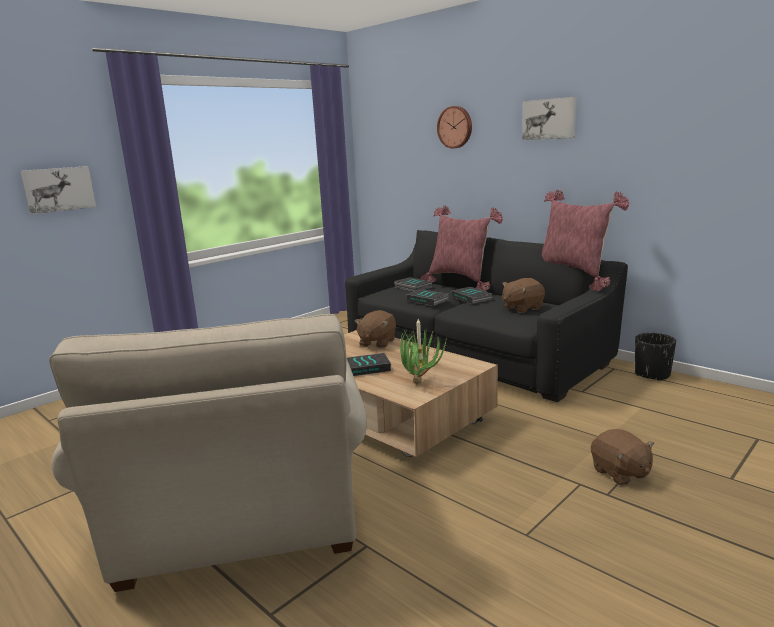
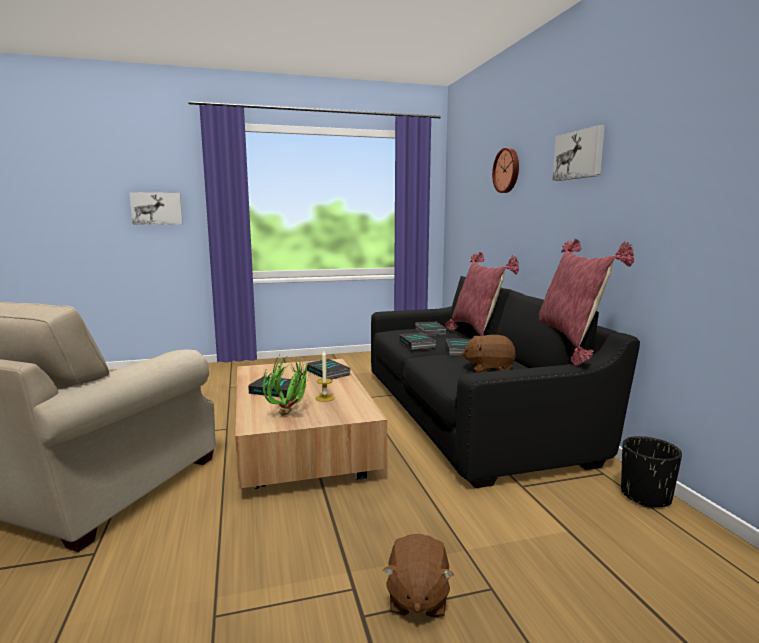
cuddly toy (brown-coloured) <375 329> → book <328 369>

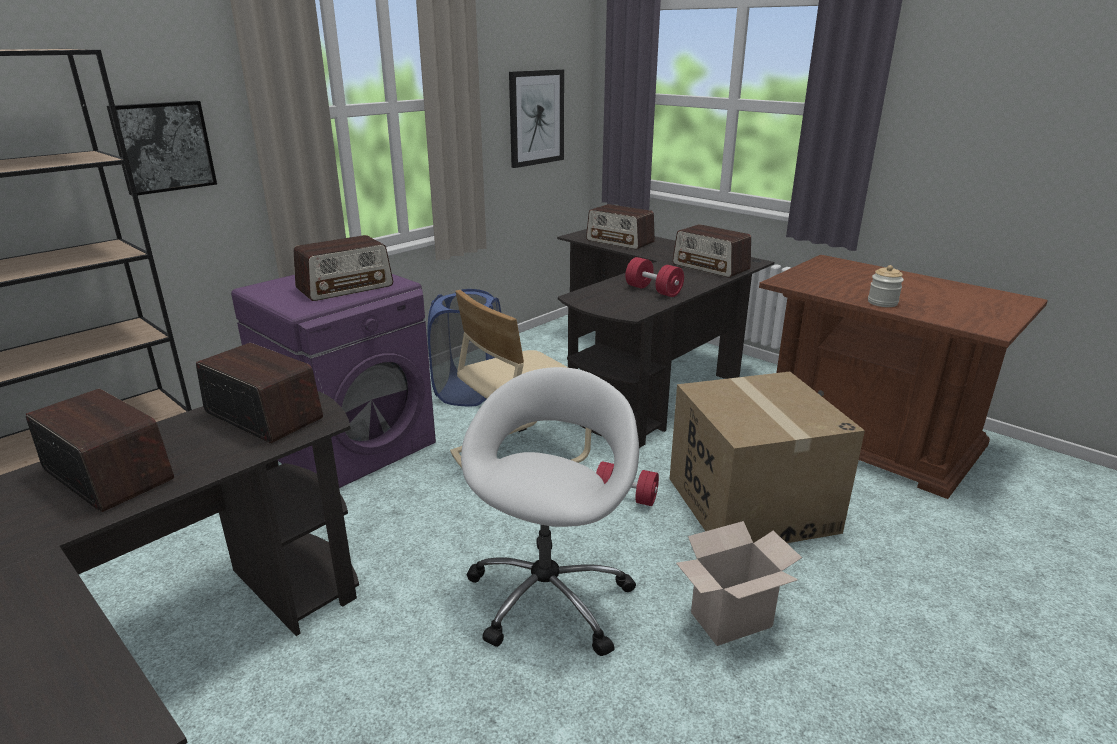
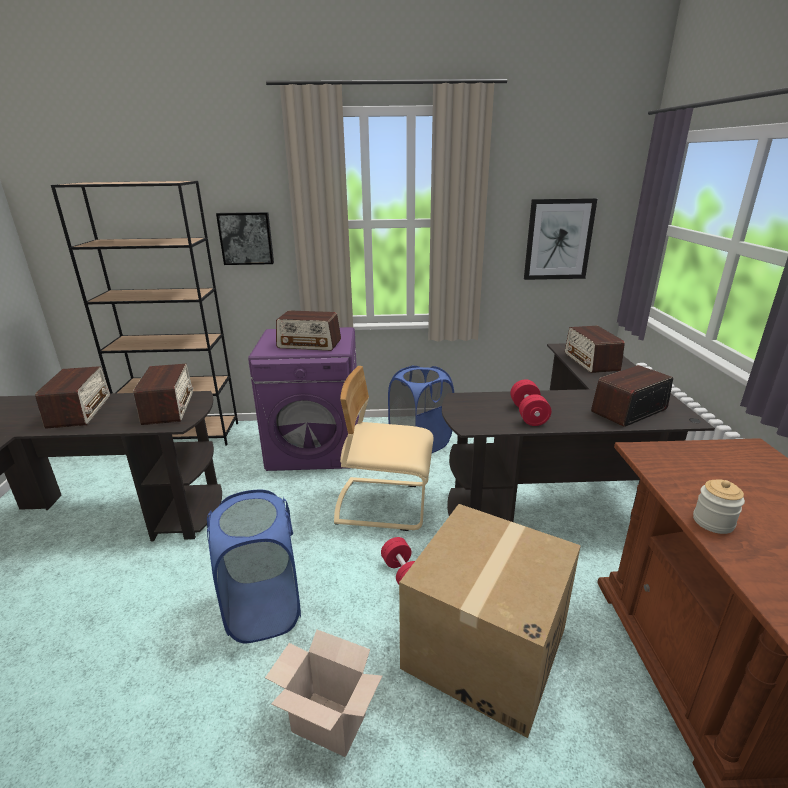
computer chair (white-coloured) <550 511> → laundry basket (blue) <254 566>
radio receiver <711 251> → radio receiver <632 396>, 60 degrees clockwise

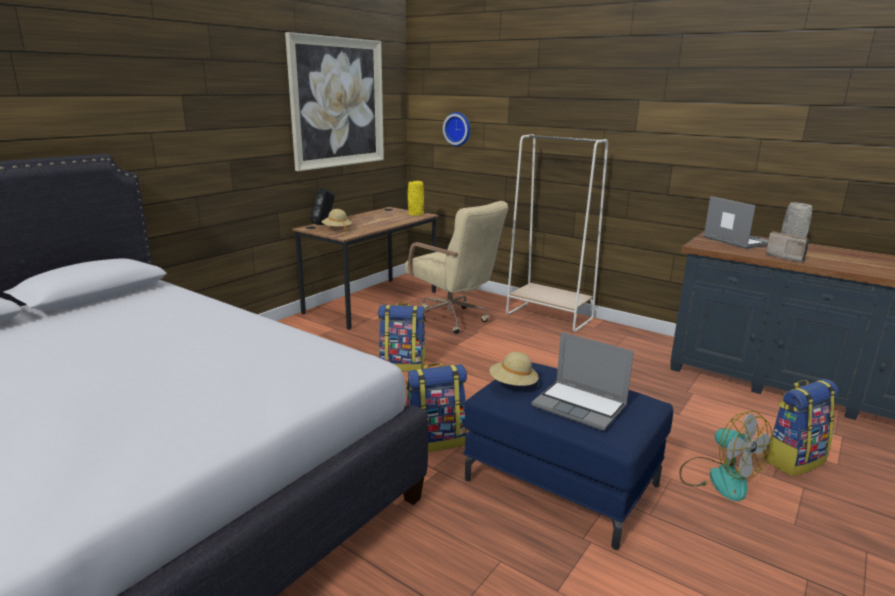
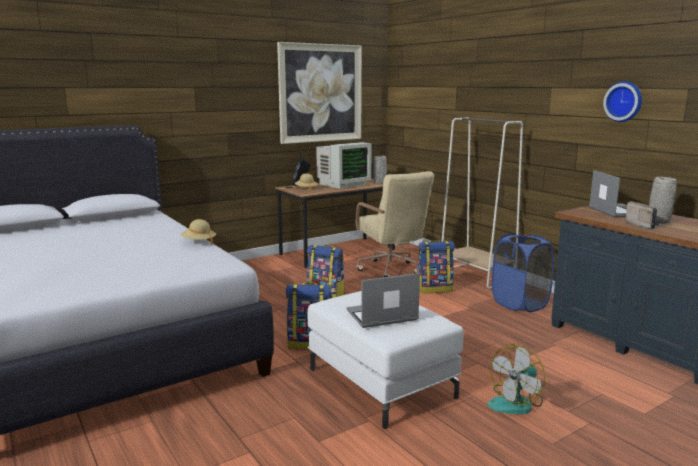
decorative vase (yellow) <416 198> → decorative vase (grey) <380 170>
clock on the wall <456 129> → clock on the wall <622 101>, moved
footrest (blue) <568 456> → footrest (white-coloured) <385 360>
hat (beige-coloured) <514 369> → hat (beige-coloured) <198 232>, moved
notebook computer <583 381> → notebook computer <383 300>, 105 degrees clockwise
fan <726 456> → fan <516 378>, 60 degrees clockwise
rucksack <801 427> → rucksack <436 266>, moved
- → computer screen <344 165>
- → laundry basket (blue) <523 273>

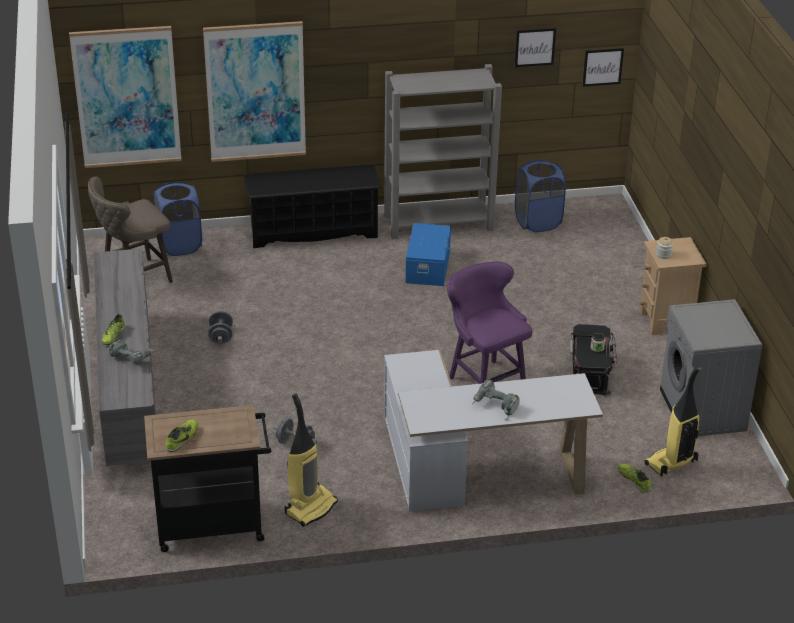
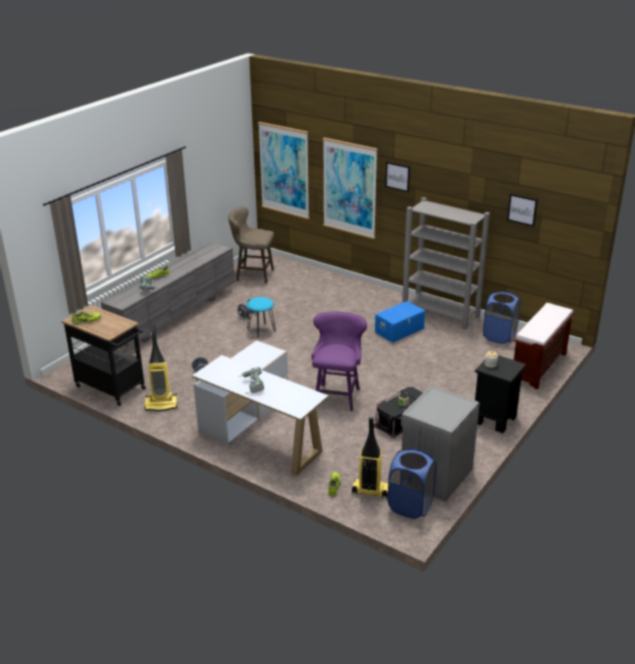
laundry basket (blue) <177 218> → laundry basket (blue) <412 483>, moved
shoe shelf (black-coloured) <312 206> → -
wall art <603 67> → wall art <397 177>, moved
nightstand (beige-coloured) <673 286> → nightstand (black-coloured) <500 394>
- → sitting stool (turquoise) <261 317>
- → long seat (brown-coloured) <544 346>

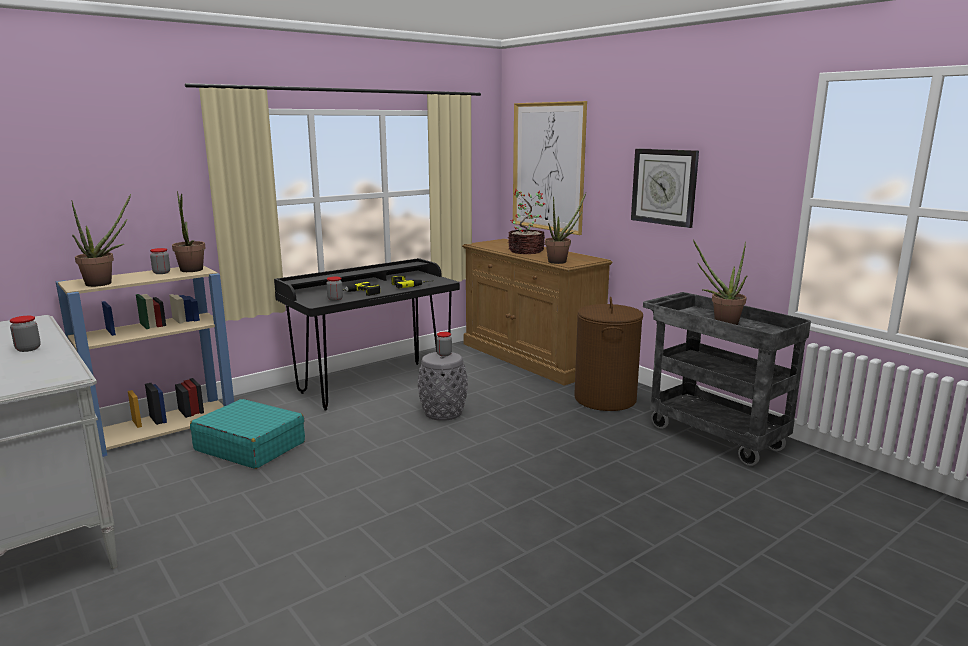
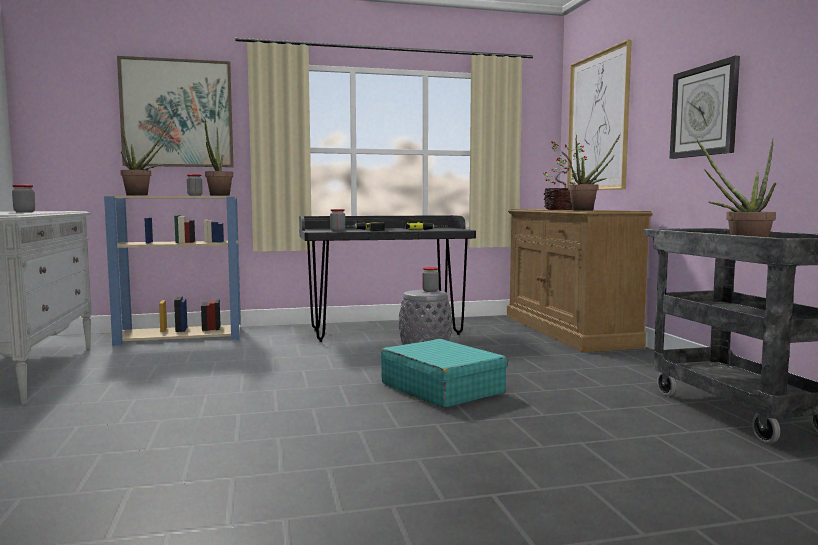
suitcase (turquoise) <247 434> → suitcase (turquoise) <444 373>, moved
laundry basket (brown-coloured) <608 354> → -
- → wall art <175 111>

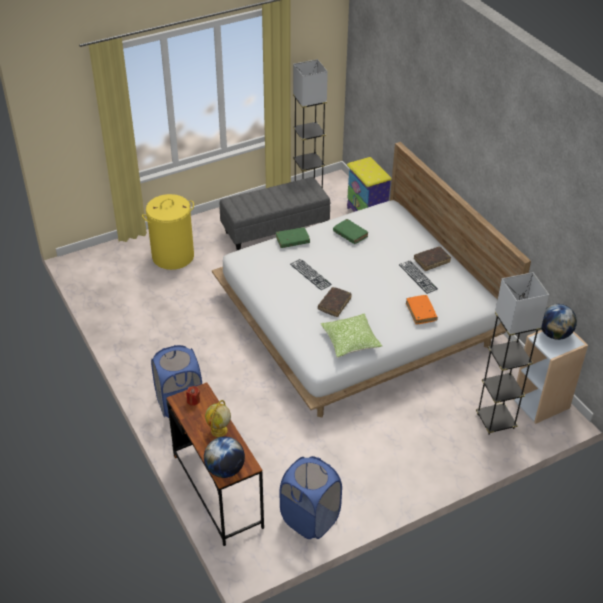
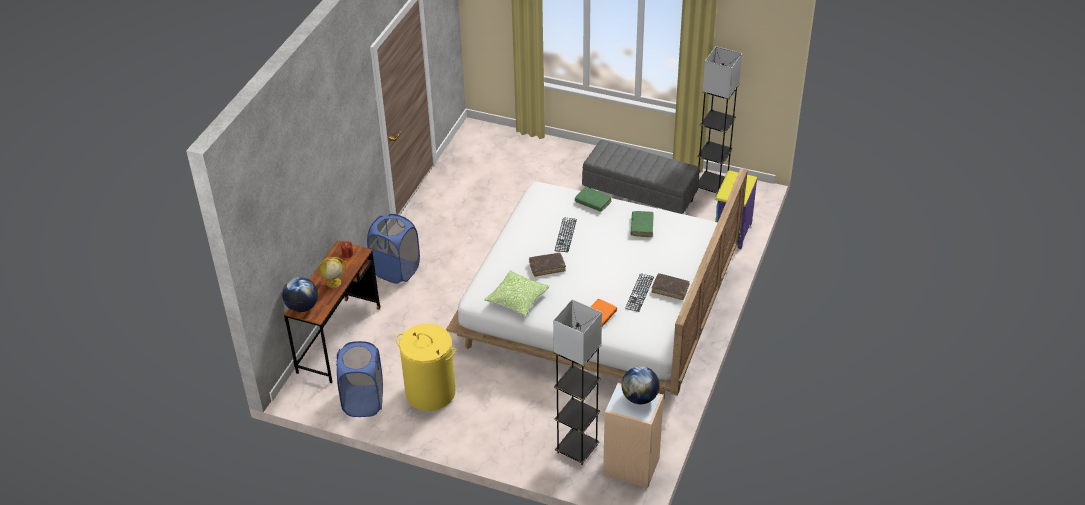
laundry basket (yellow) <168 232> → laundry basket (yellow) <426 367>, moved

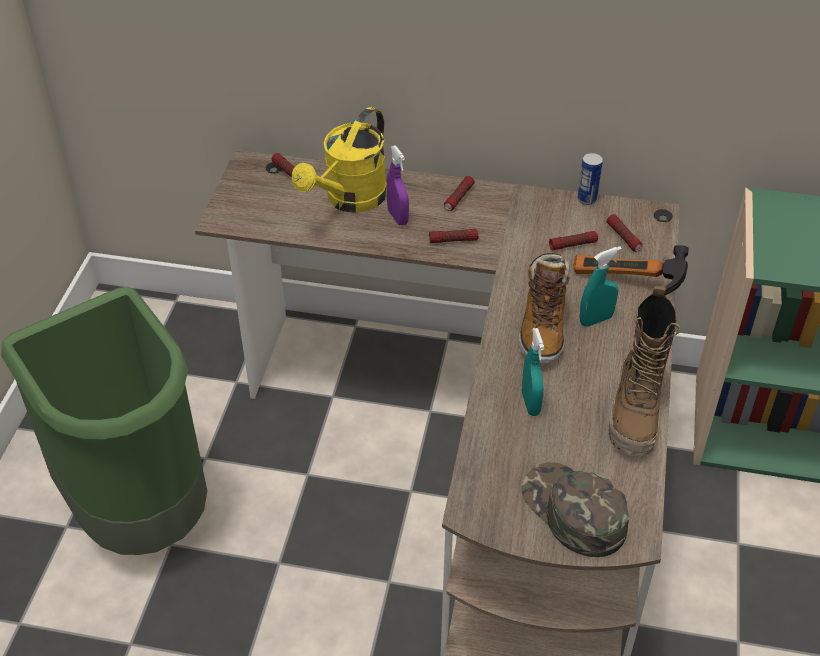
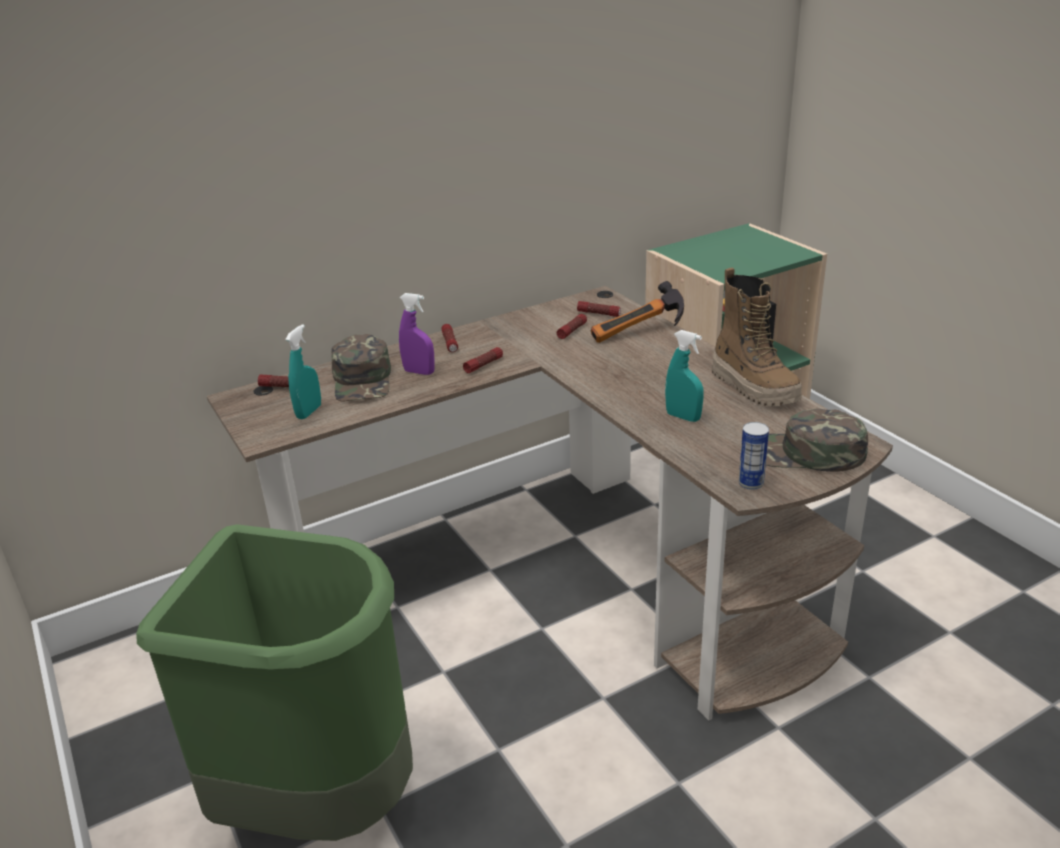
watering pot (yellow) <339 160> → peaked cap (green-coloured) <361 368>
high-top boot <544 308> → -
metal can <590 179> → metal can <754 456>, moved
spray bottle (turquoise) <600 286> → spray bottle (turquoise) <303 371>, moved

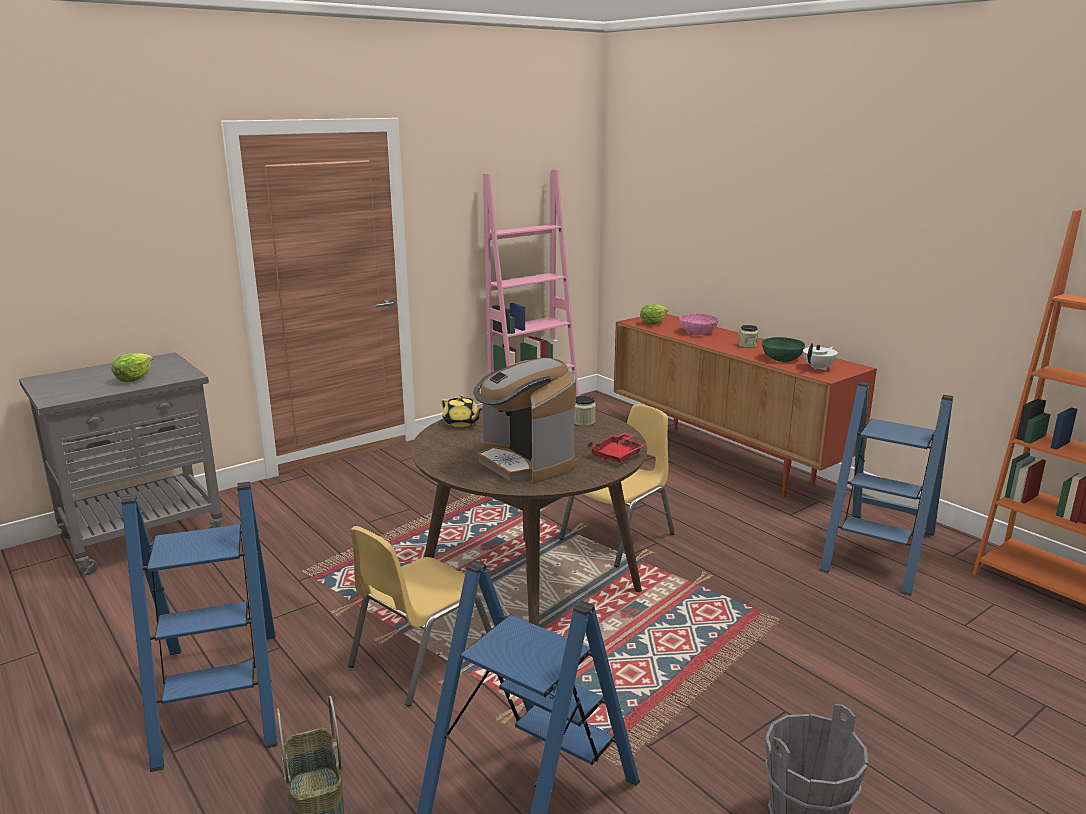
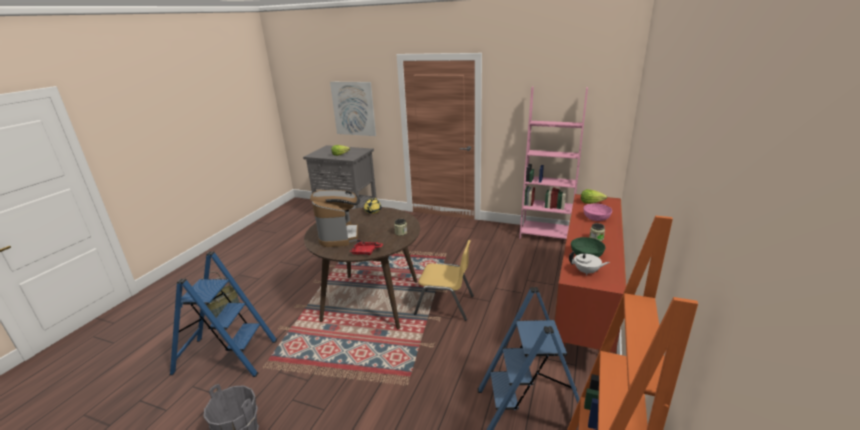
stepladder (blue) <199 627> → -
plain chair (yellow) <420 616> → -
coffee maker <524 420> → coffee maker <335 218>, 150 degrees clockwise
- → wall art <353 109>

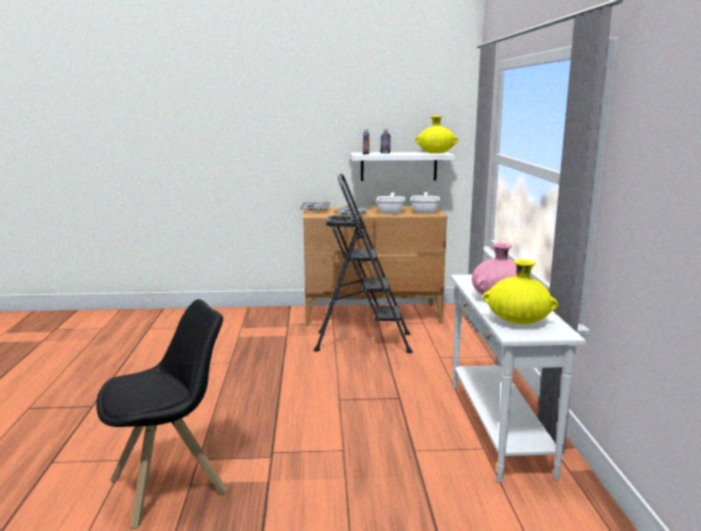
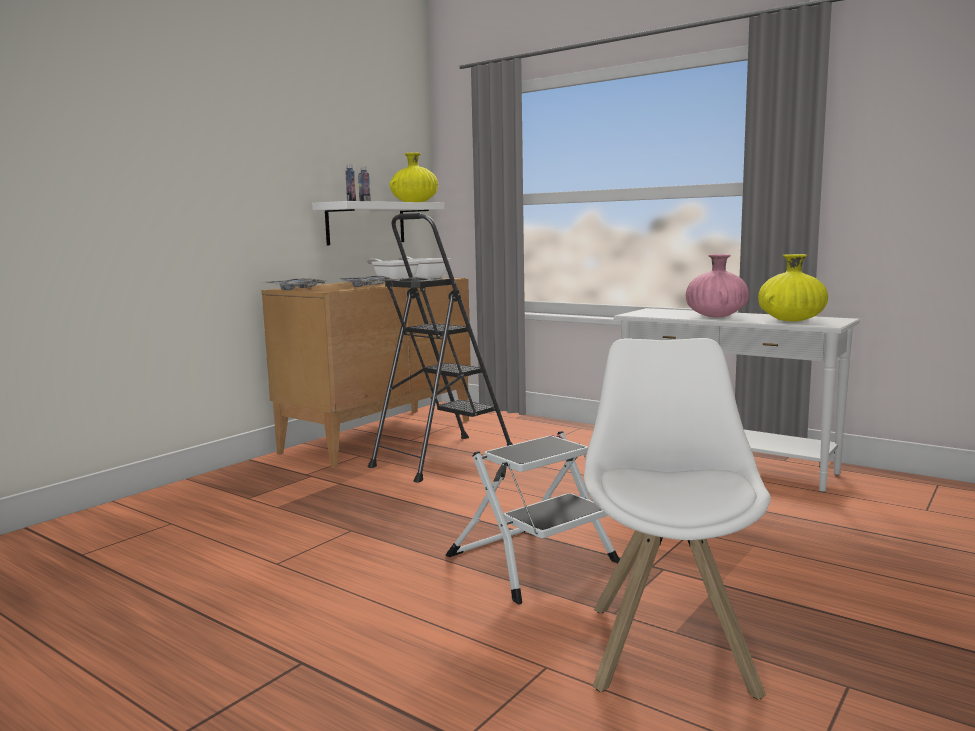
plain chair (black-coloured) <162 414> → plain chair (white-coloured) <677 518>
- → stepladder <533 518>

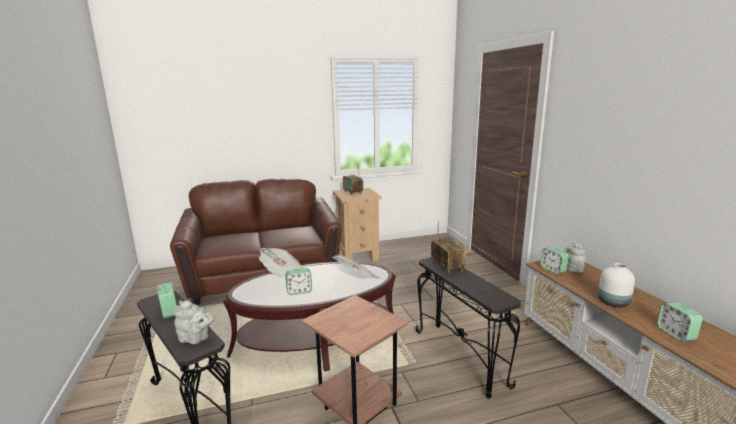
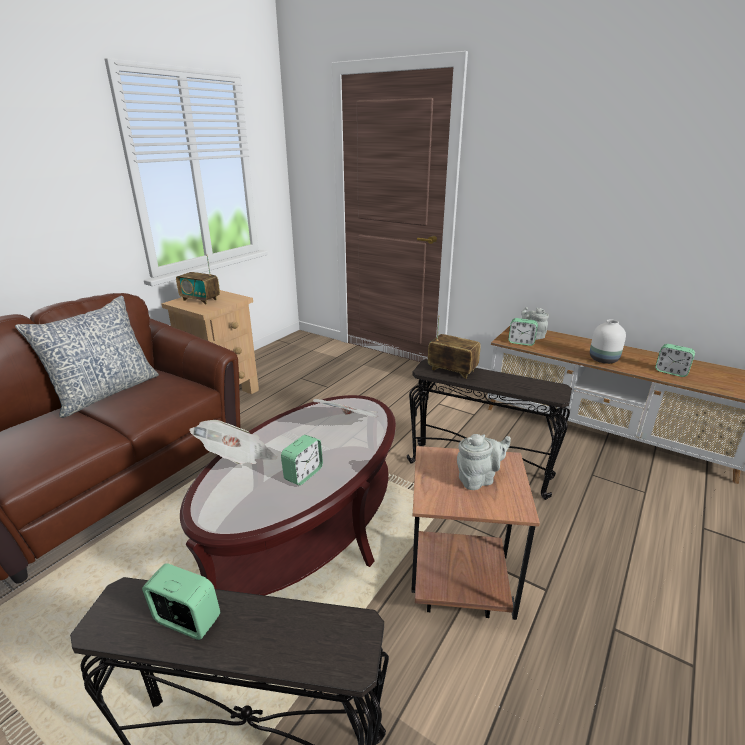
tea pot (grey) <194 322> → tea pot (grey) <484 462>, moved
- → cushion <87 357>

